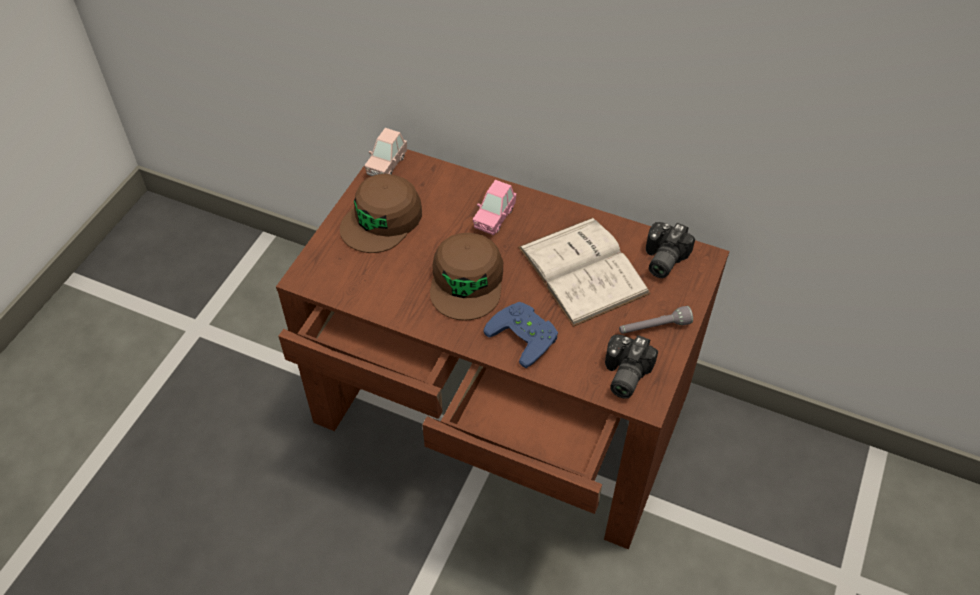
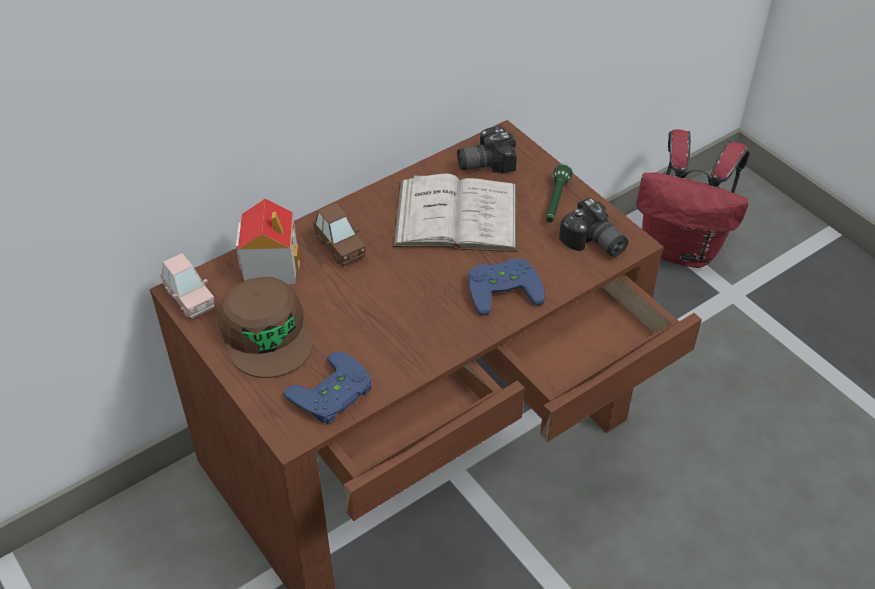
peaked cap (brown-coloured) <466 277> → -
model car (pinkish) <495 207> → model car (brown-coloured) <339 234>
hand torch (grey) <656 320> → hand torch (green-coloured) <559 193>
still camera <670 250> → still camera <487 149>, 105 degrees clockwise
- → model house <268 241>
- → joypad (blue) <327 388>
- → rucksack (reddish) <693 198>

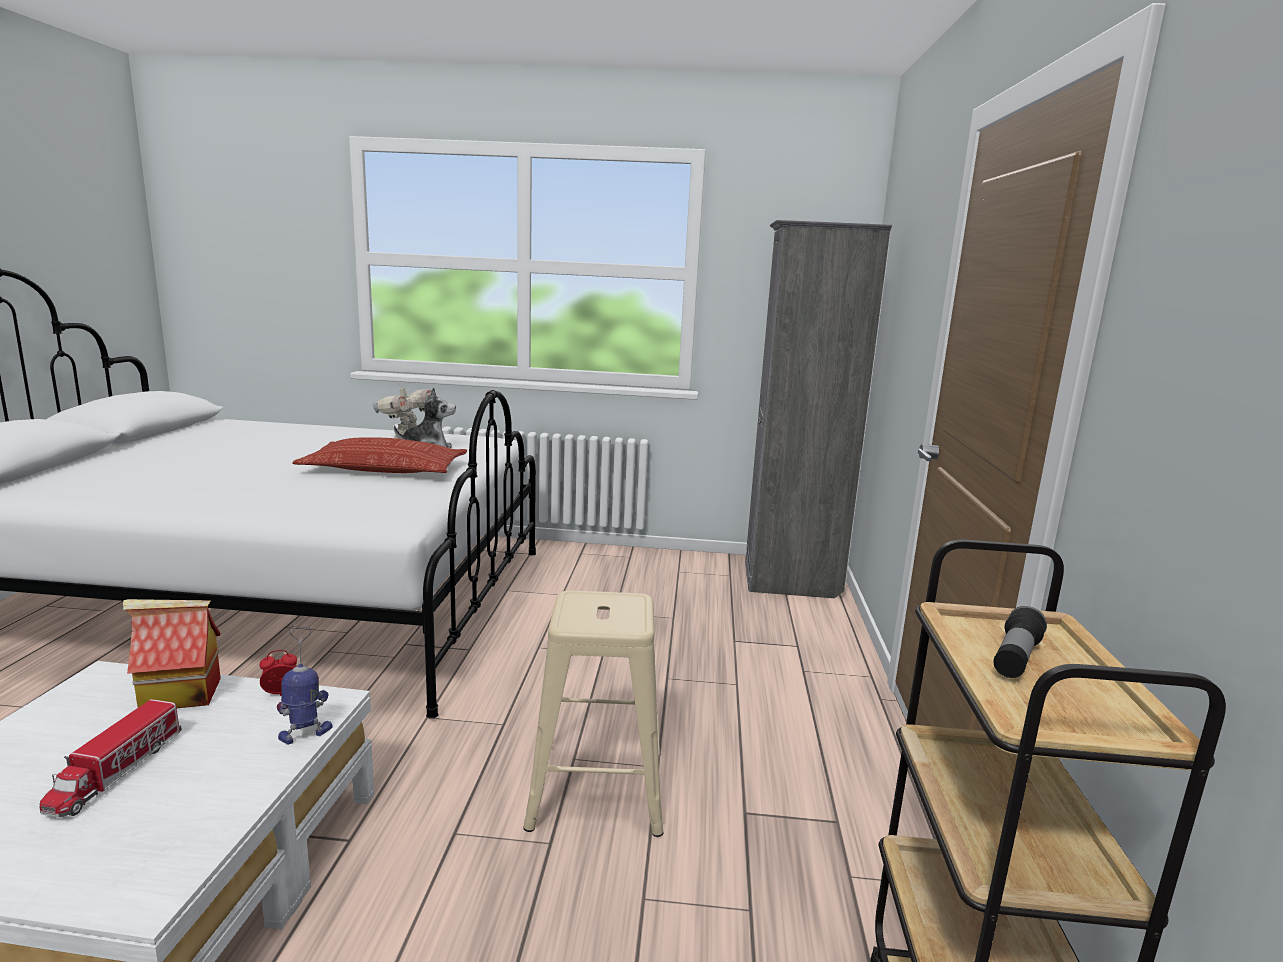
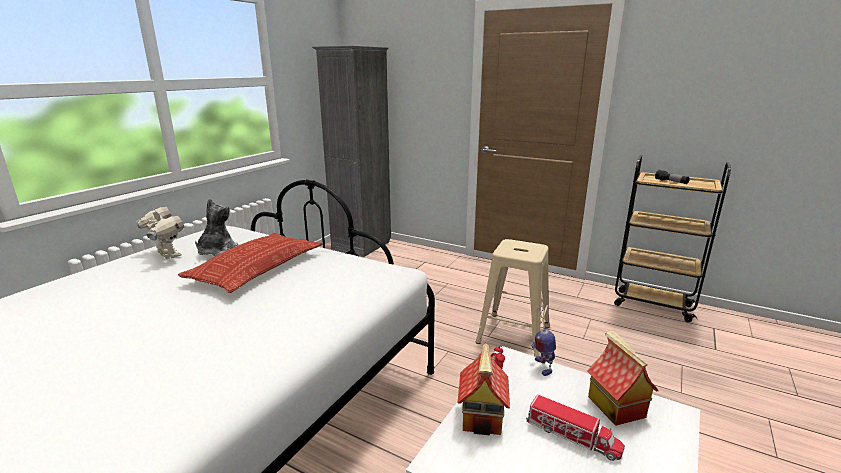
- → model house <623 378>

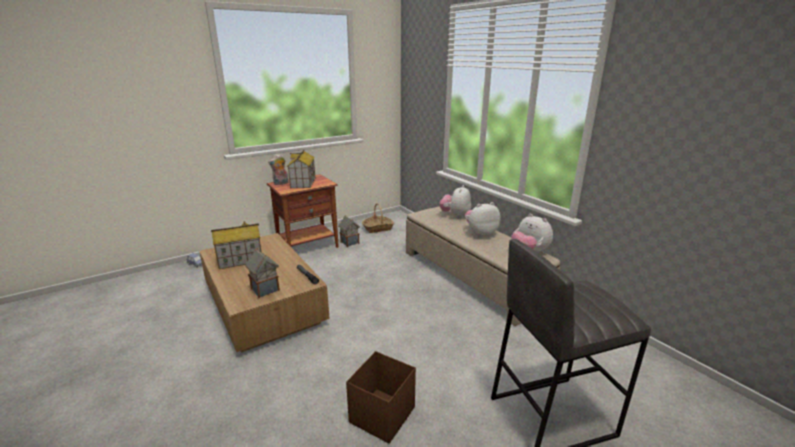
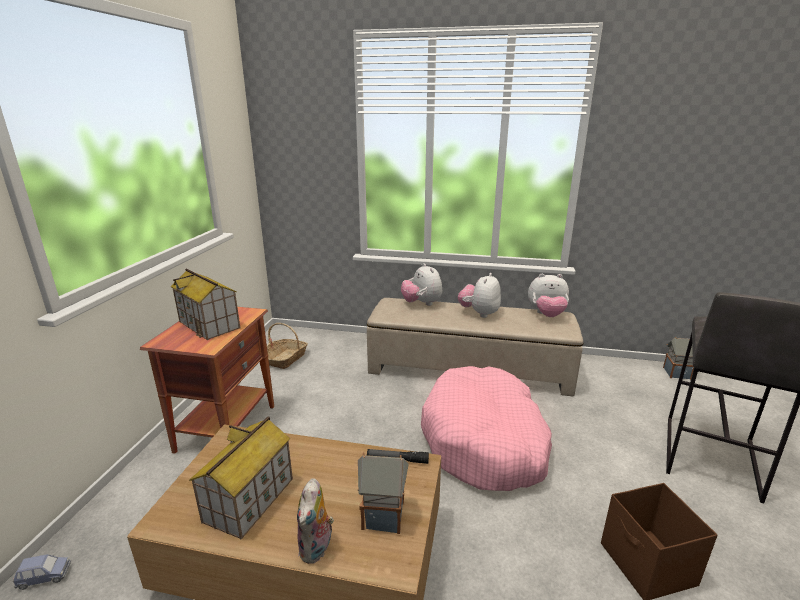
cuddly toy <278 169> → cuddly toy <315 521>, moved
model house <349 231> → model house <678 358>, moved
- → dog bed (pinkish) <486 428>

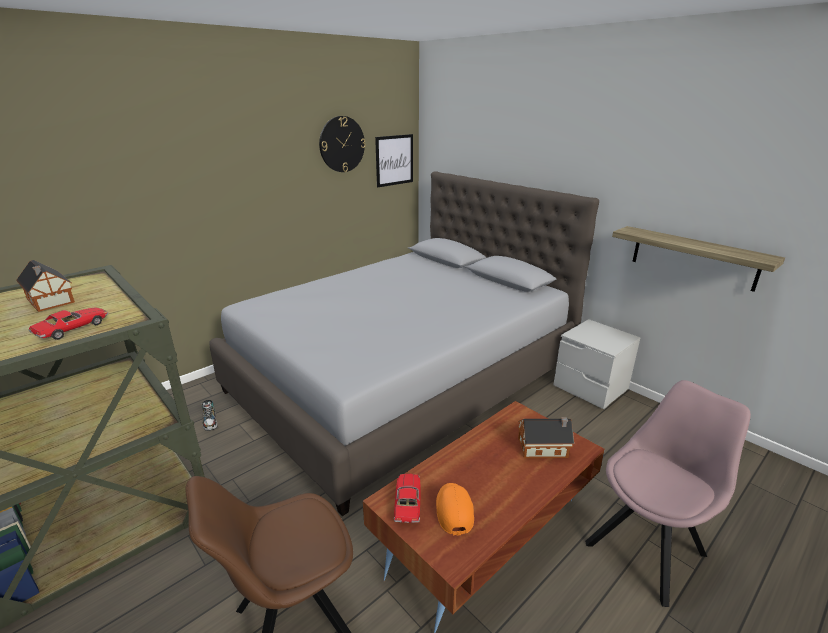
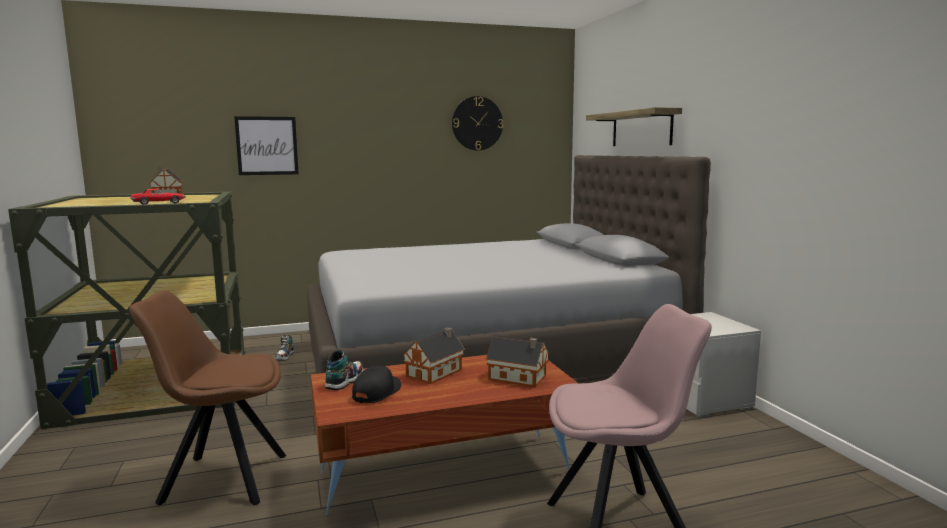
wall art <394 160> → wall art <266 145>, moved
model car <407 498> → low shoe <344 370>
peaked cap (orangey) <455 509> → peaked cap (black-coloured) <376 384>
bracket shelf <698 259> → bracket shelf <634 126>, moved
- → model house <434 355>

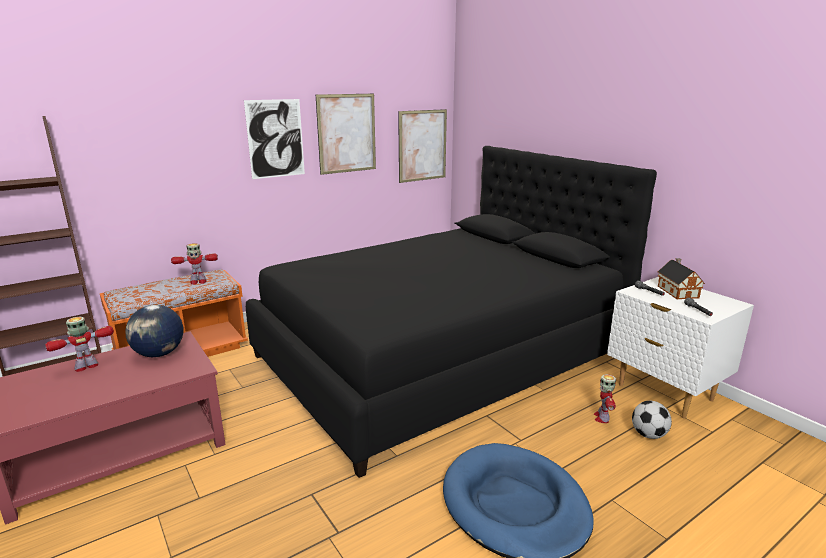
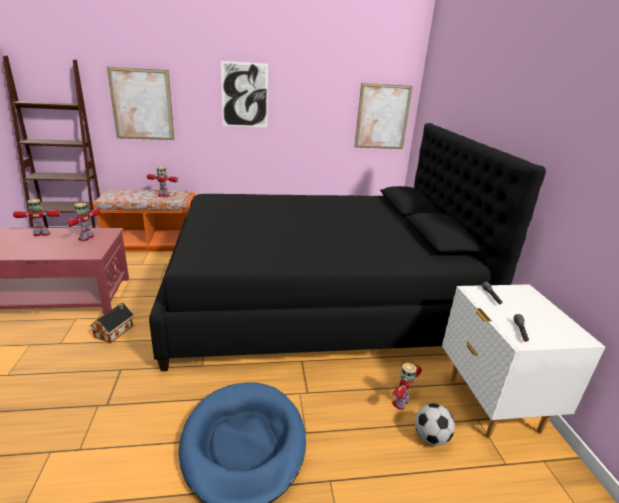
globe <154 331> → model robot <83 222>
wall art <346 134> → wall art <140 103>, moved
model house <681 279> → model house <112 323>, moved

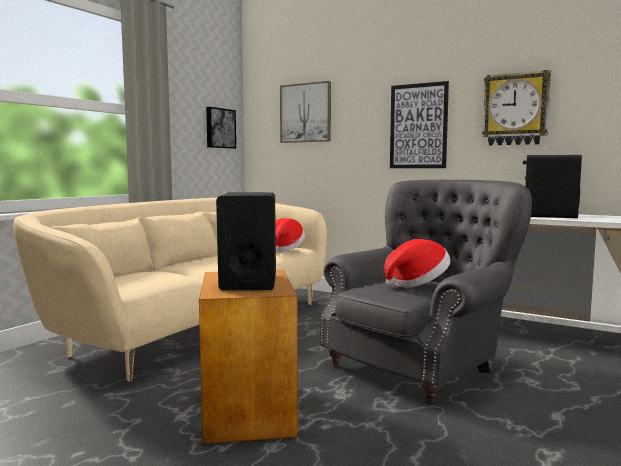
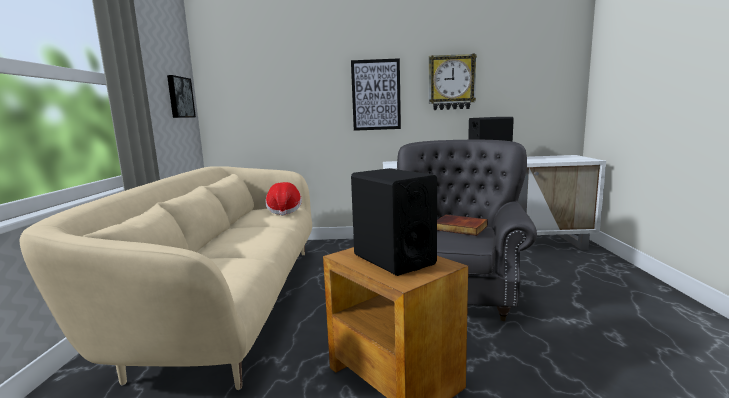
wall art <305 112> → -
hat <417 263> → book <462 225>

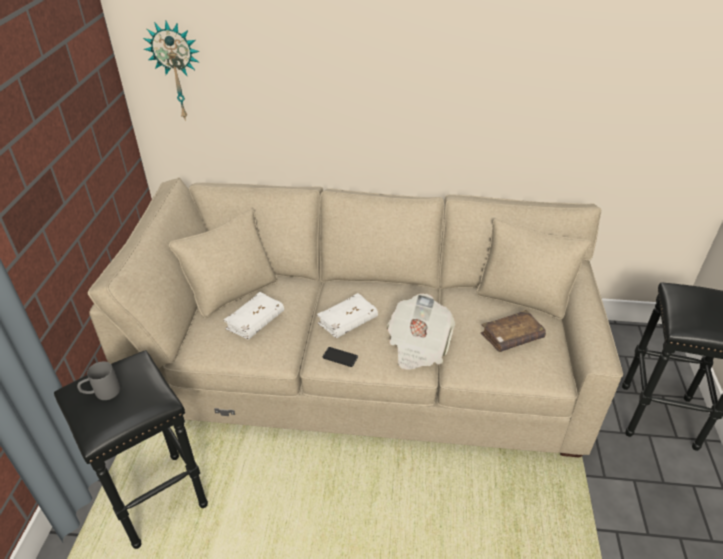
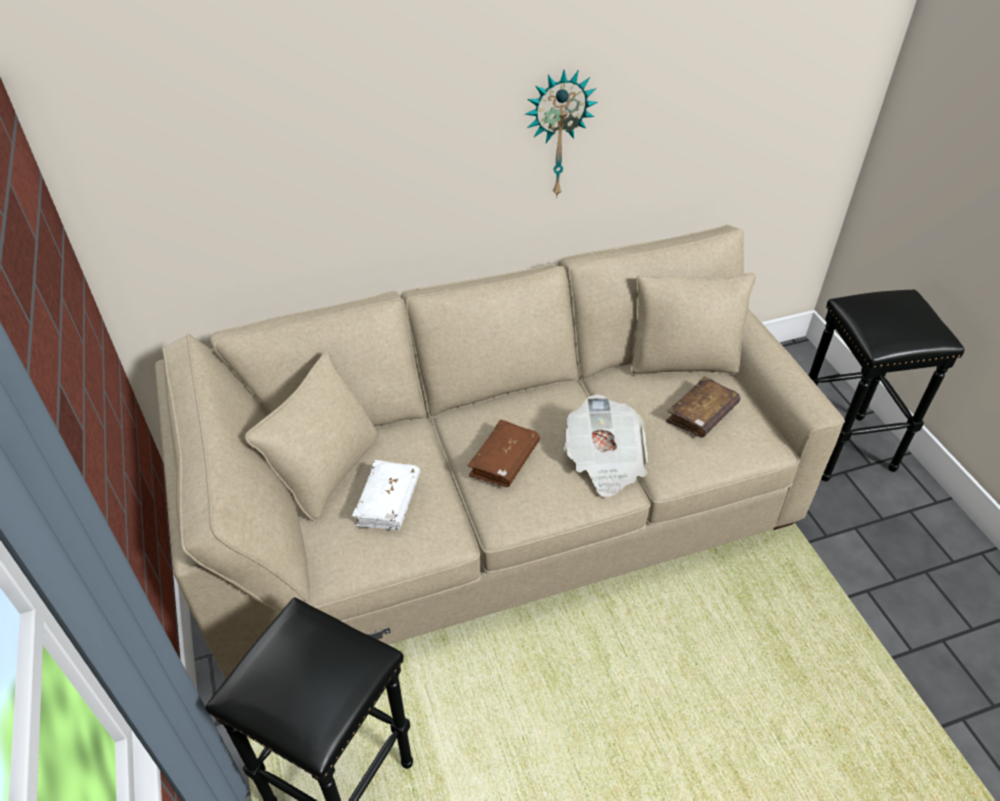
coffee mug (grey) <98 380> → -
clock on the wall <171 71> → clock on the wall <561 134>, moved
book (white-coloured) <347 315> → book (brown-coloured) <503 453>
telephone <340 357> → -

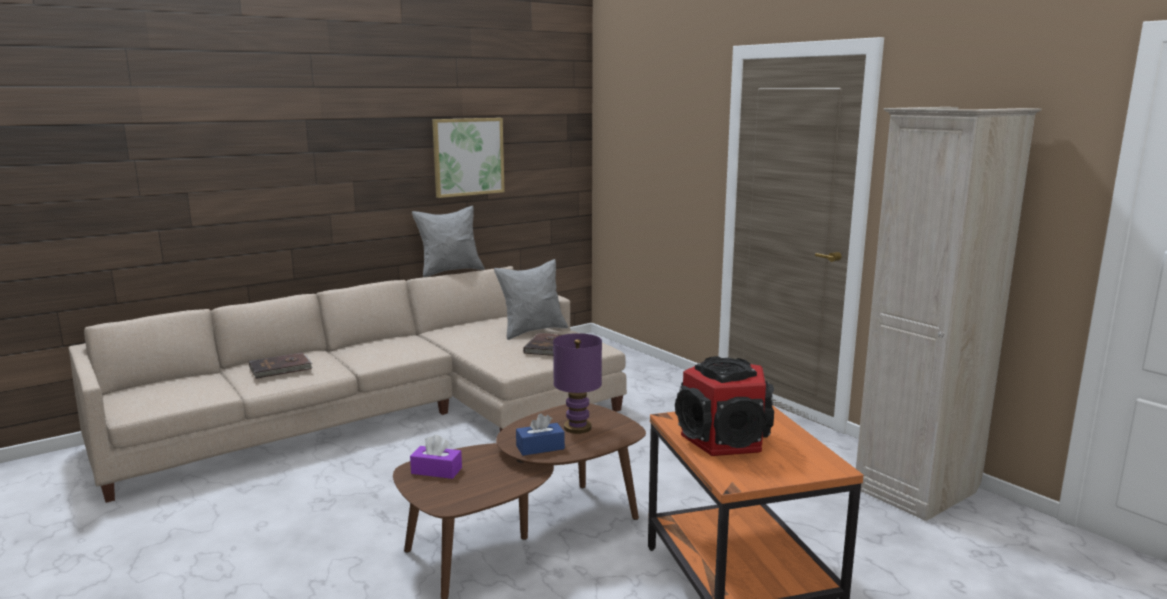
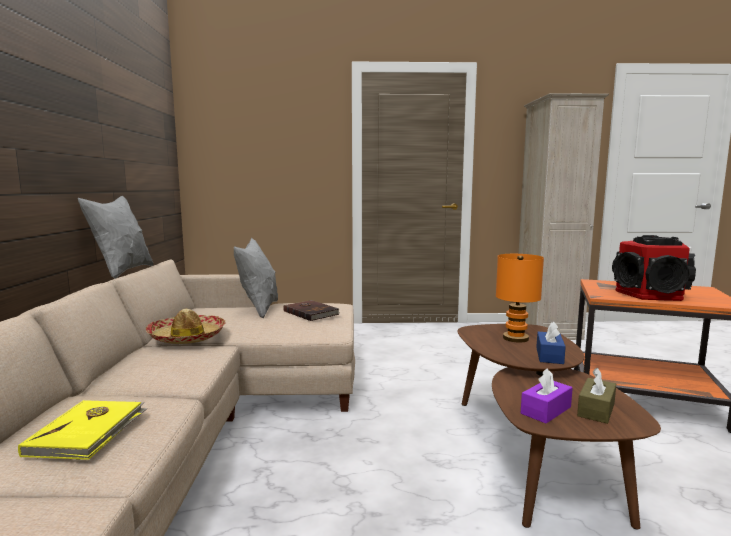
book (brown-coloured) <281 365> → book (yellow) <82 430>
wall art <468 158> → -
lamp for a table (purple-coloured) <577 383> → lamp for a table (orangey) <520 298>
- → hat <185 326>
- → tissue holder (brown-coloured) <596 396>

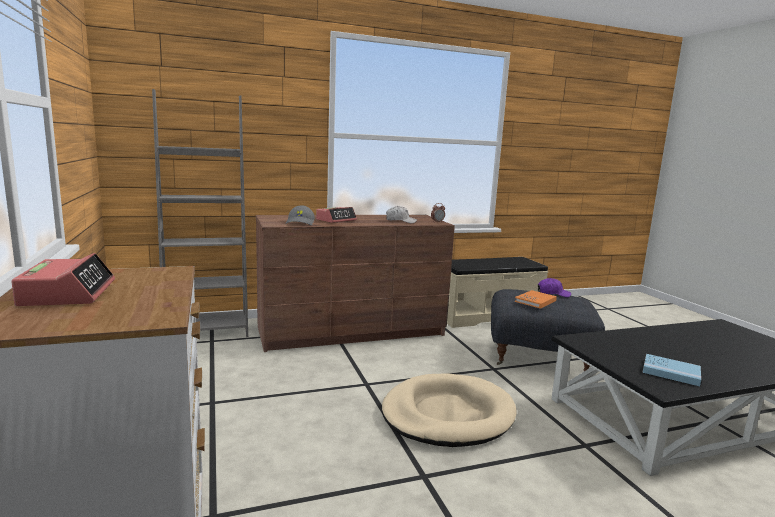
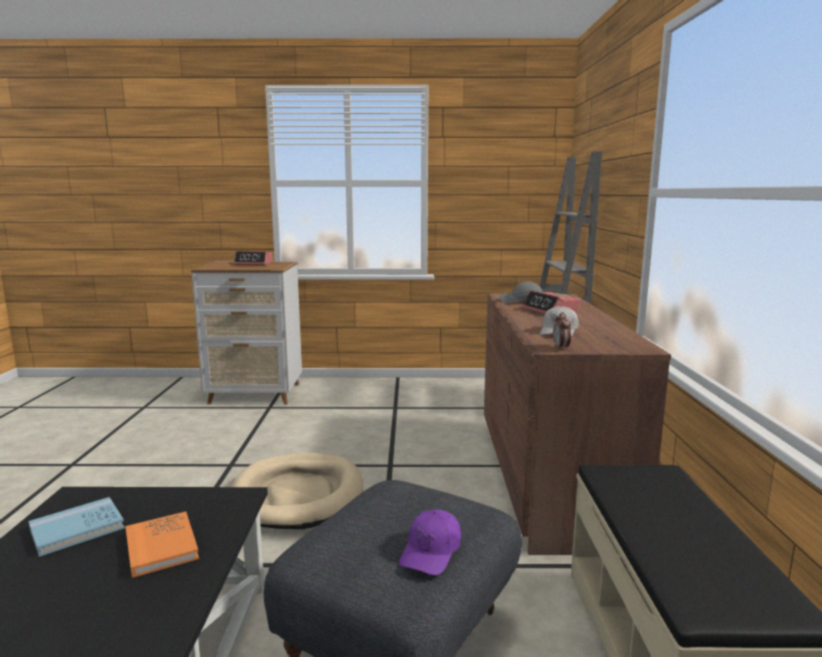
book (orangey) <536 299> → book (orangey) <162 545>, moved

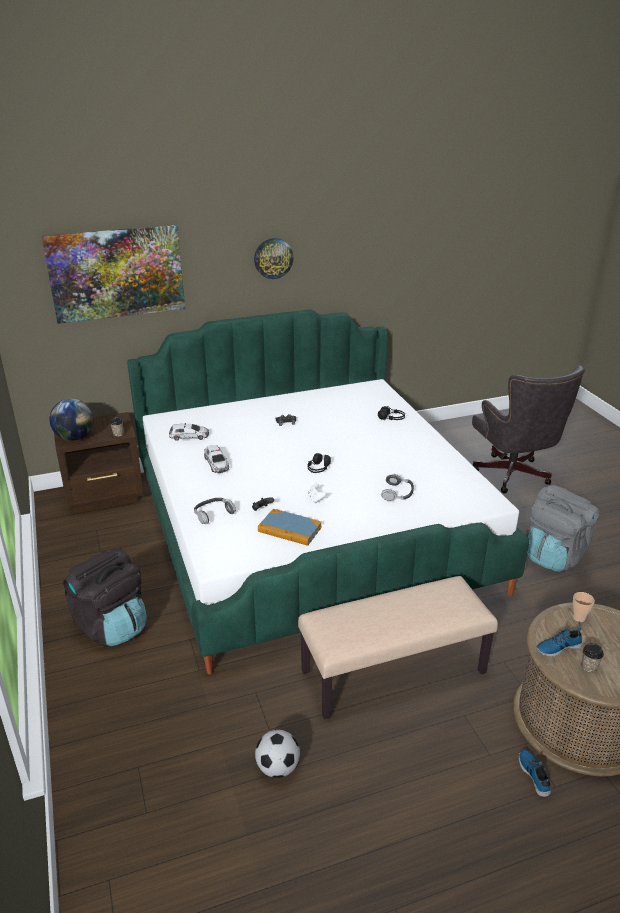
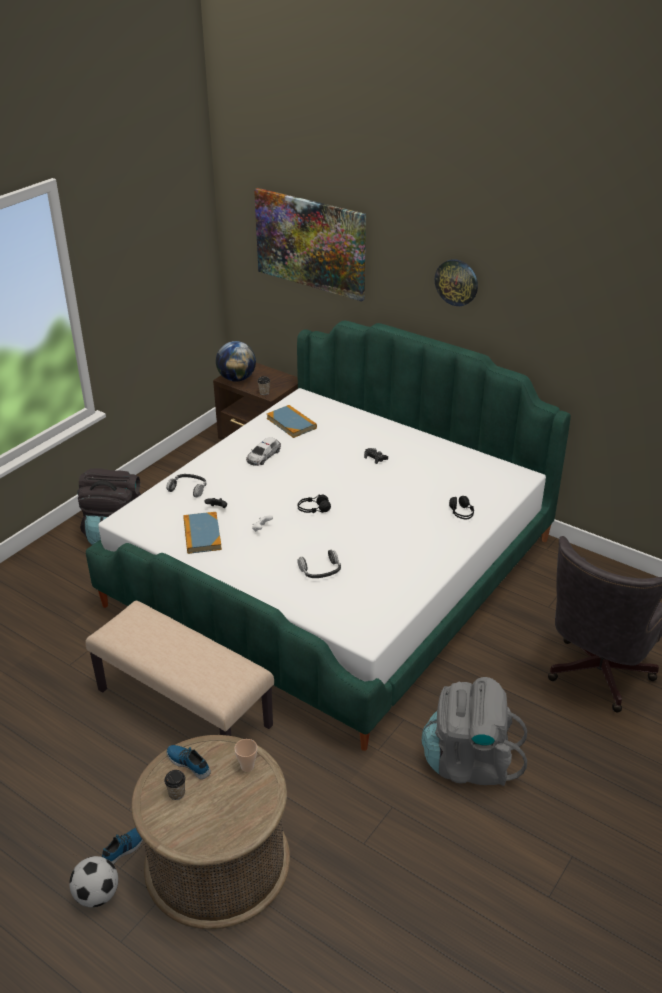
model car <189 432> → book <292 421>
football <277 754> → football <93 881>, moved

